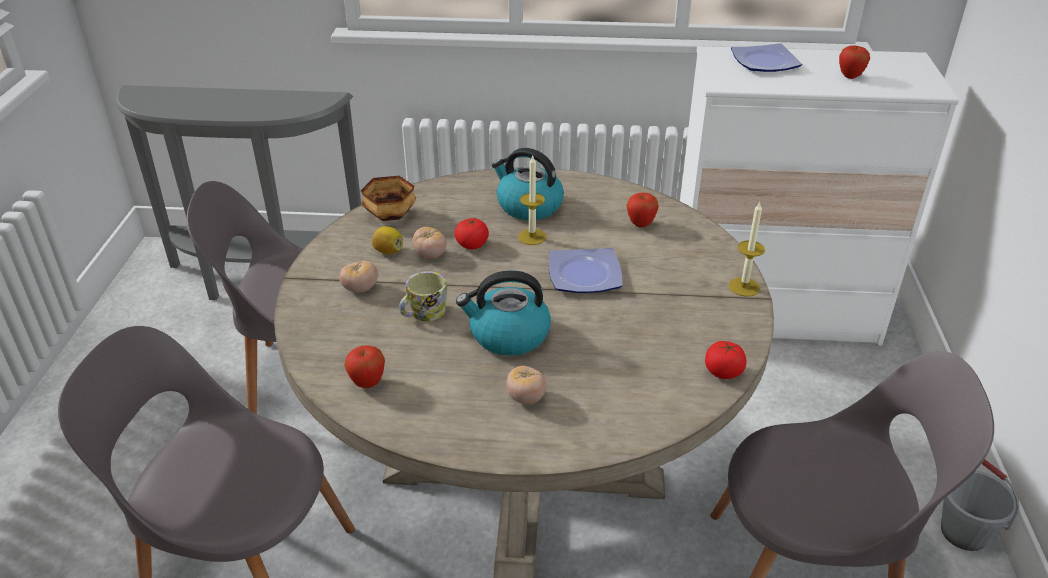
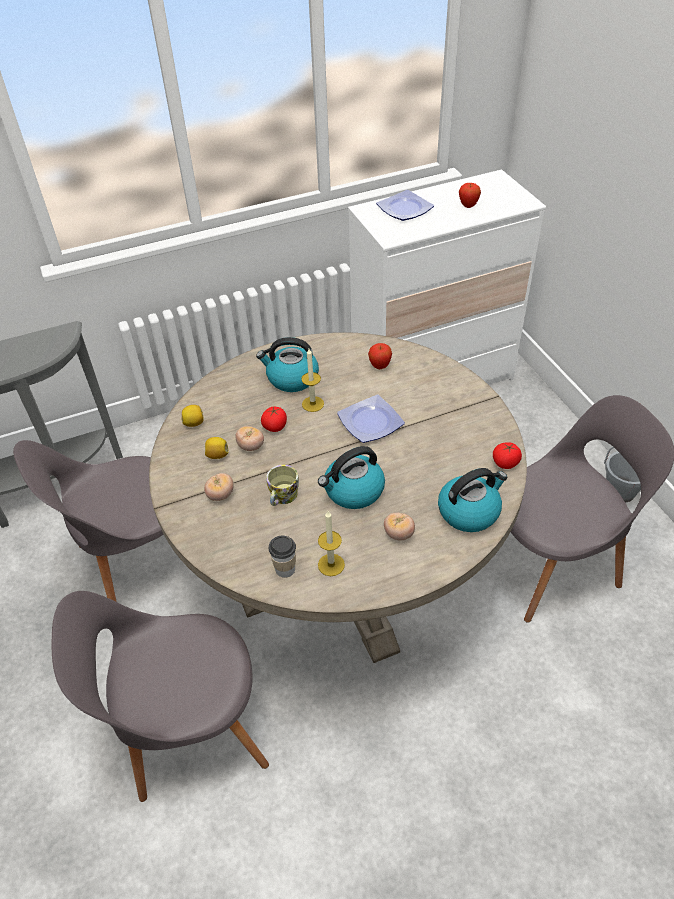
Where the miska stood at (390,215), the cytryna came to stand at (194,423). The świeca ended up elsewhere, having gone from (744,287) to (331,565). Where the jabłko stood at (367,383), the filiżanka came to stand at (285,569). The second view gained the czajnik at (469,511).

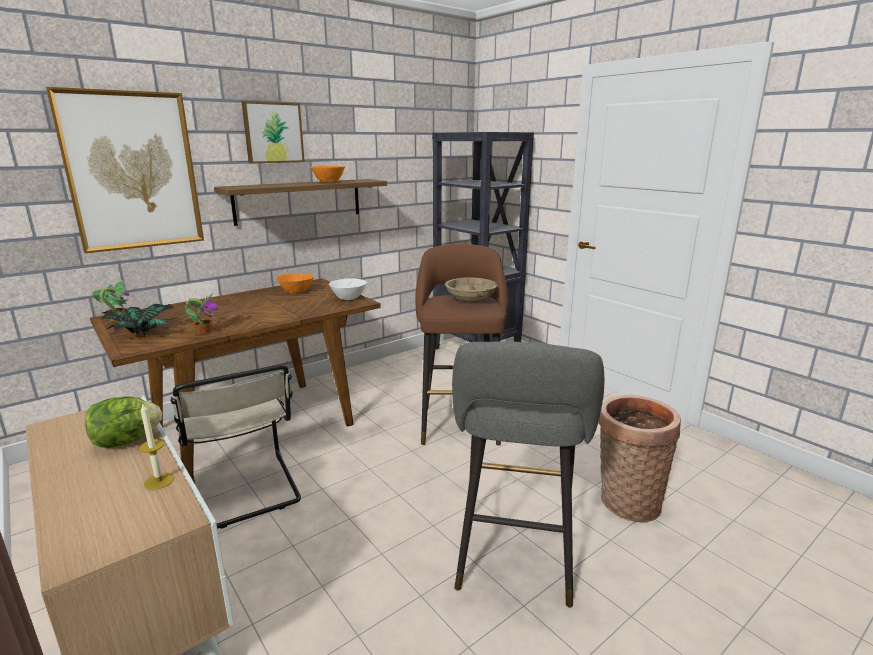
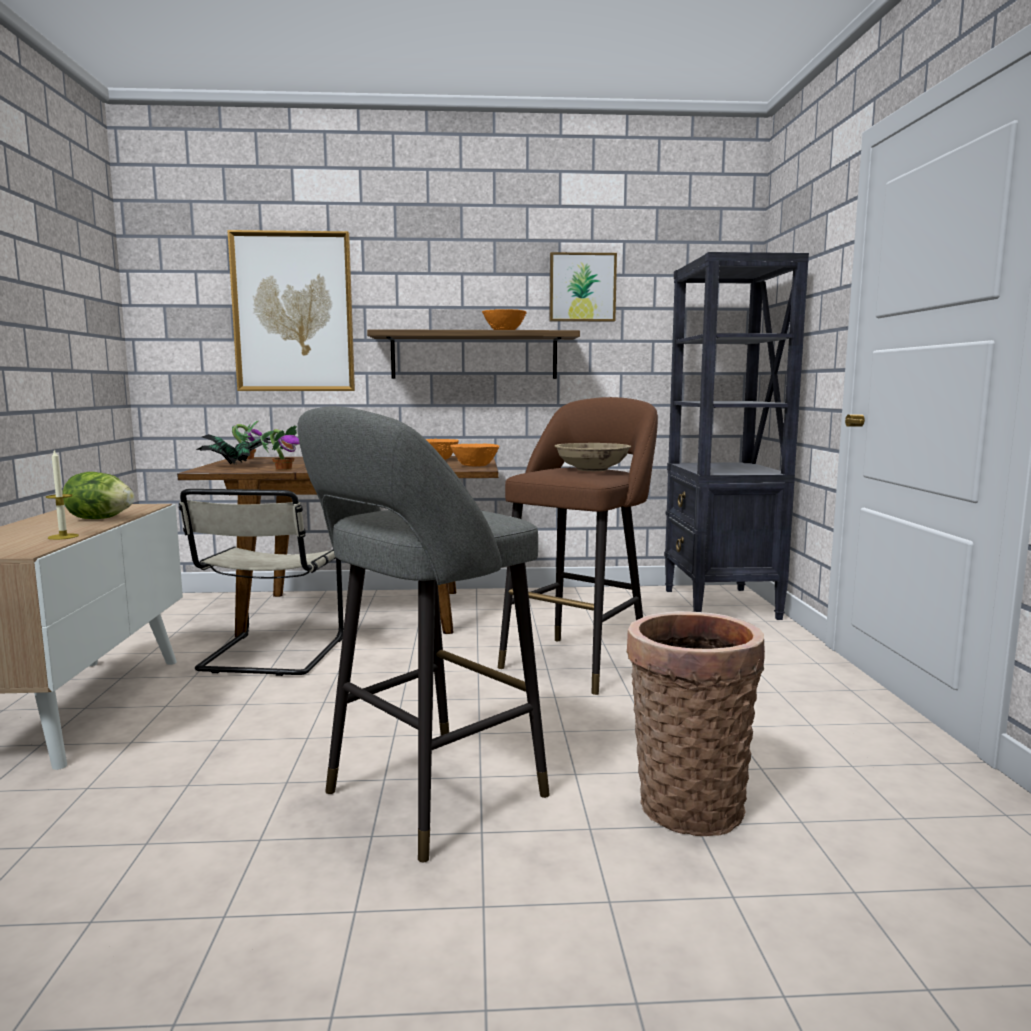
The obraz ended up elsewhere, having gone from (273,133) to (582,288). What was the miska [biały] at (348,298) turned into the miska [pomarańczowy] at (474,466).

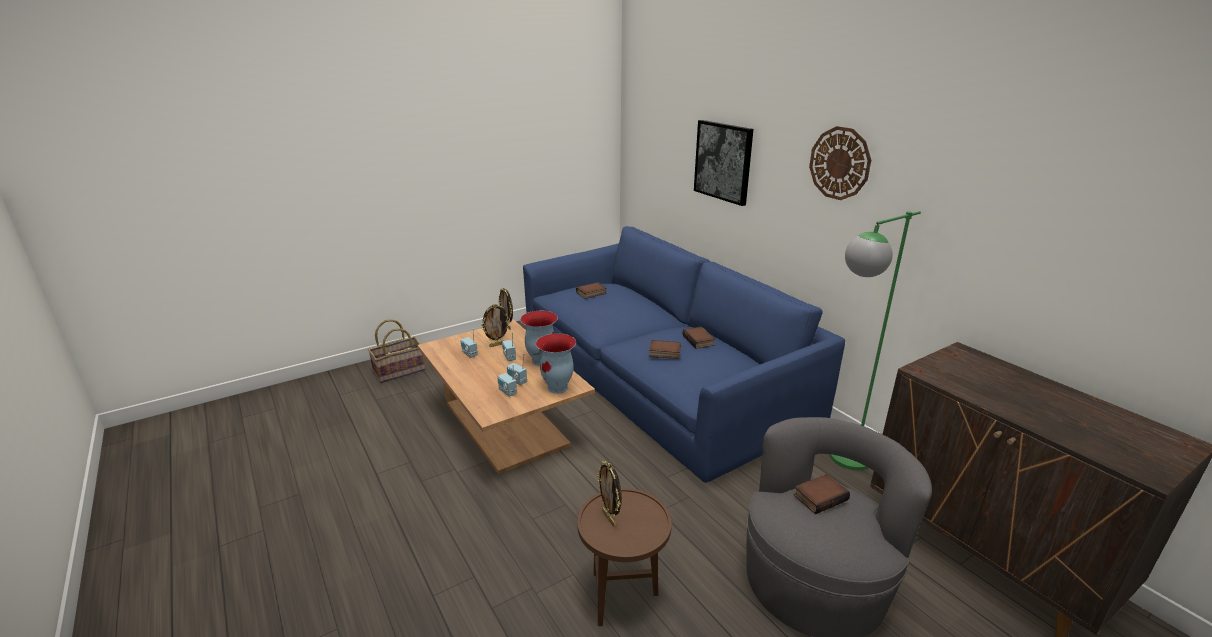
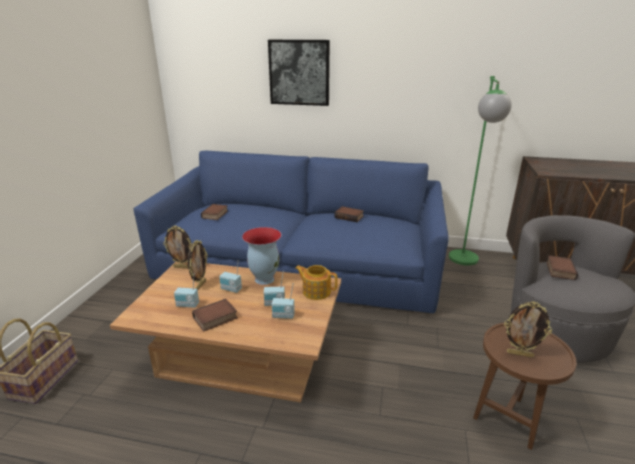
The second view lost the zegar ścienny at (839,163). Where the wazon stood at (558,388), the imbryk came to stand at (316,291). The książka ended up elsewhere, having gone from (664,353) to (215,319).

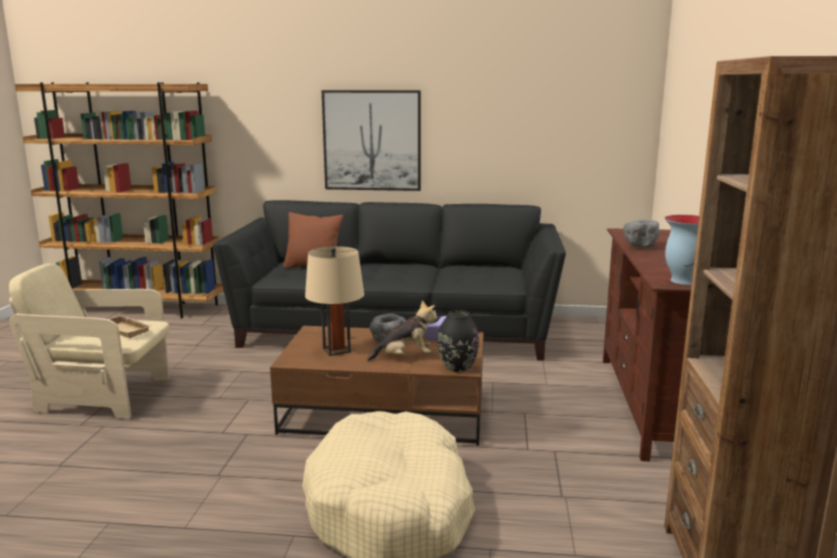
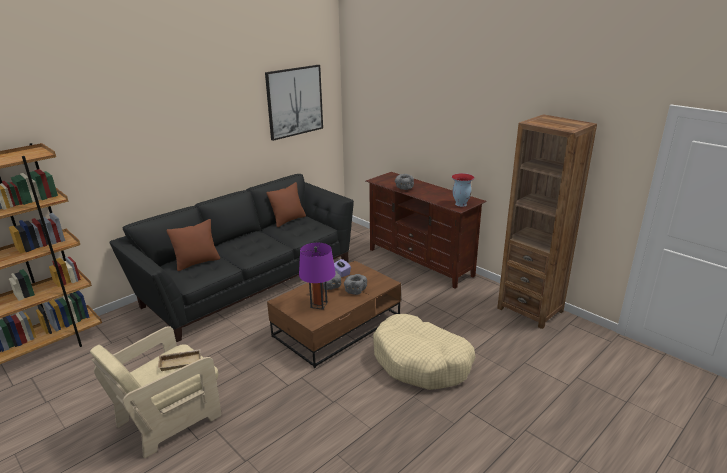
The obraz ended up elsewhere, having gone from (372,140) to (294,101). What was the lampa stołowa [beżowy] at (336,350) turned into the lampa stołowa [fioletowy] at (319,305). Where the pluszak stood at (405,357), the miska [szary] came to stand at (355,291). The second view lost the wazon [czarny] at (457,367). The second view gained the poduszka [brązowy] at (288,220).

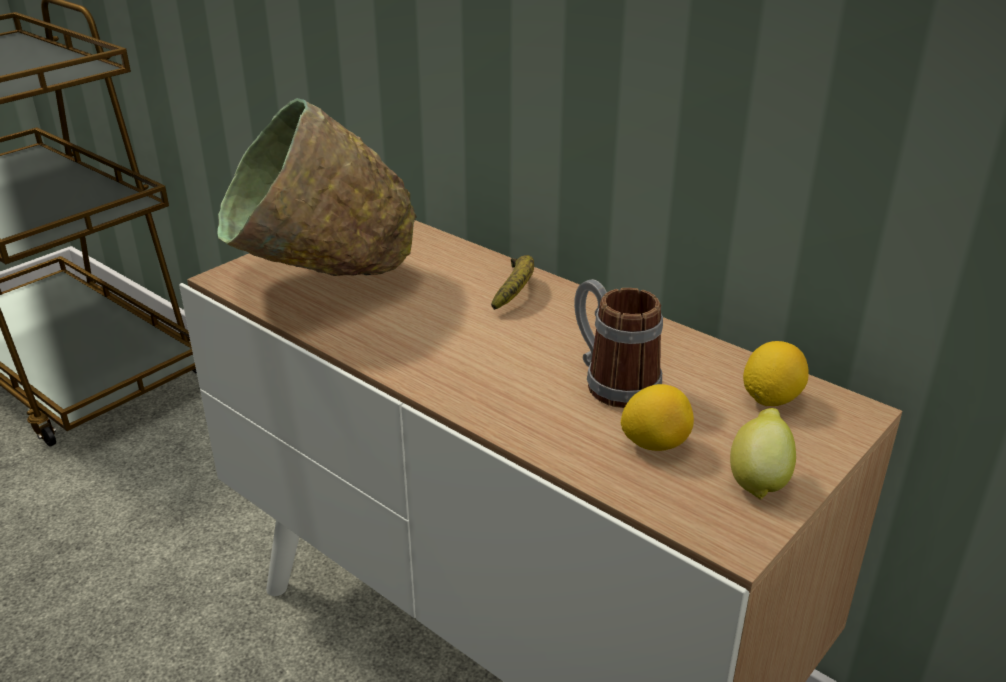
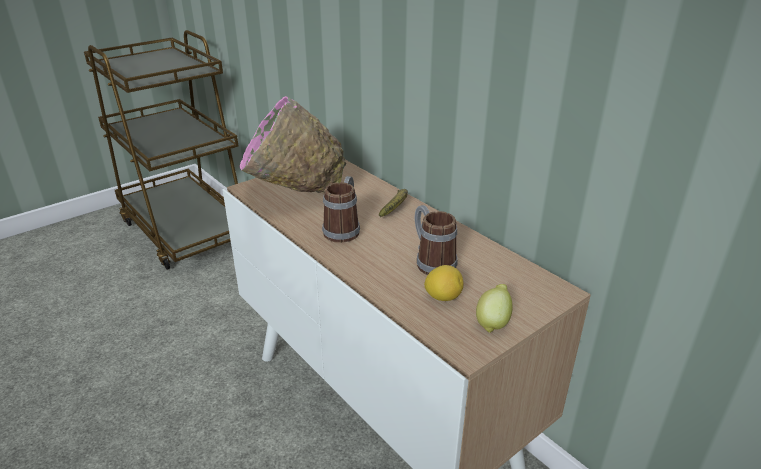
What was the miska [zielony] at (317,285) turned into the miska [różowy] at (291,196). The second view lost the cytryna at (770,399). The second view gained the kubek at (344,229).

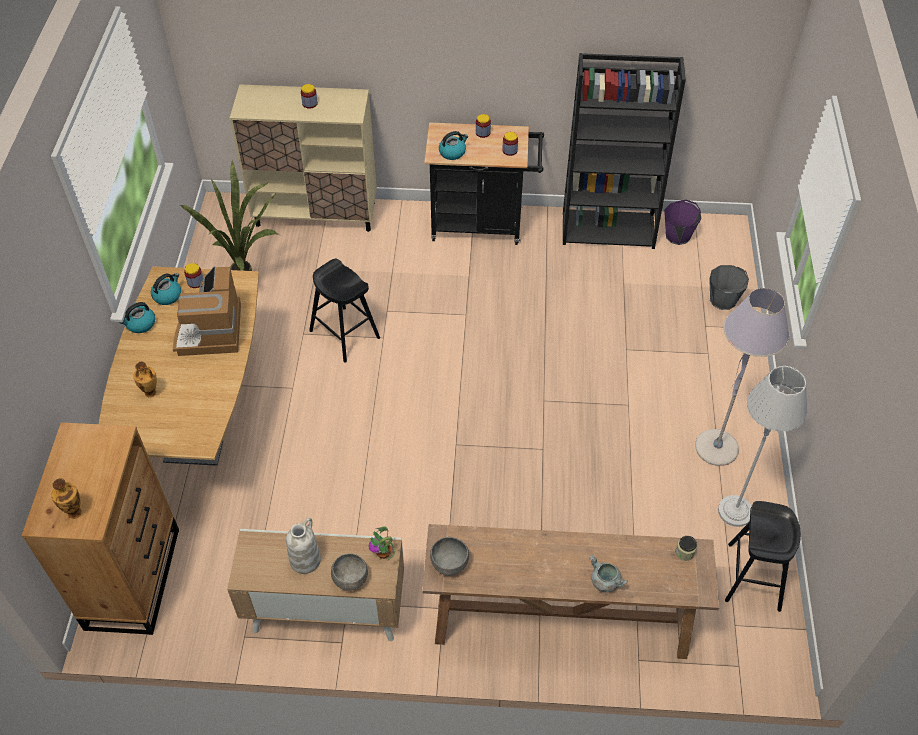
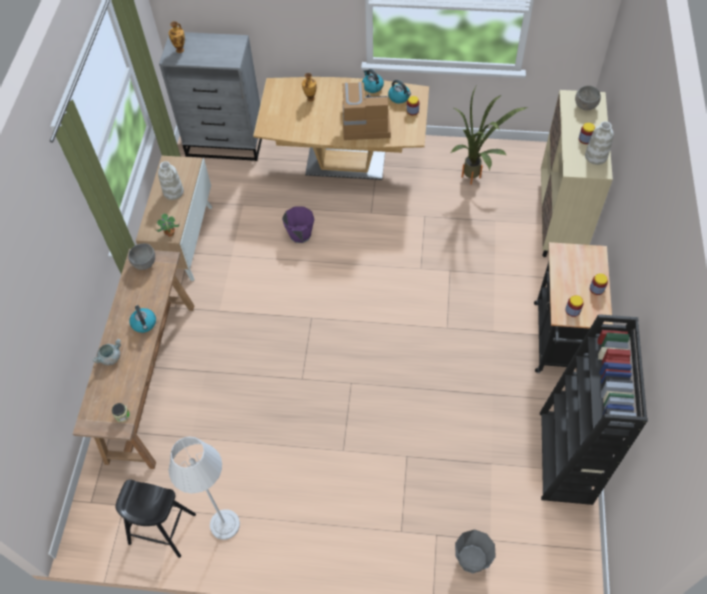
The czajnik ended up elsewhere, having gone from (452,152) to (144,323). The wiadro [fioletowy] ended up elsewhere, having gone from (678,235) to (300,234). The second view lost the stołek [czarny] at (344,334). The second view lost the lampa stojąca [szary] at (716,448). What was the komoda [brązowy] at (133,577) turned into the komoda [szary] at (226,143). The miska [szary] ended up elsewhere, having gone from (350,580) to (585,106). The second view gained the wazon [biały] at (595,157).

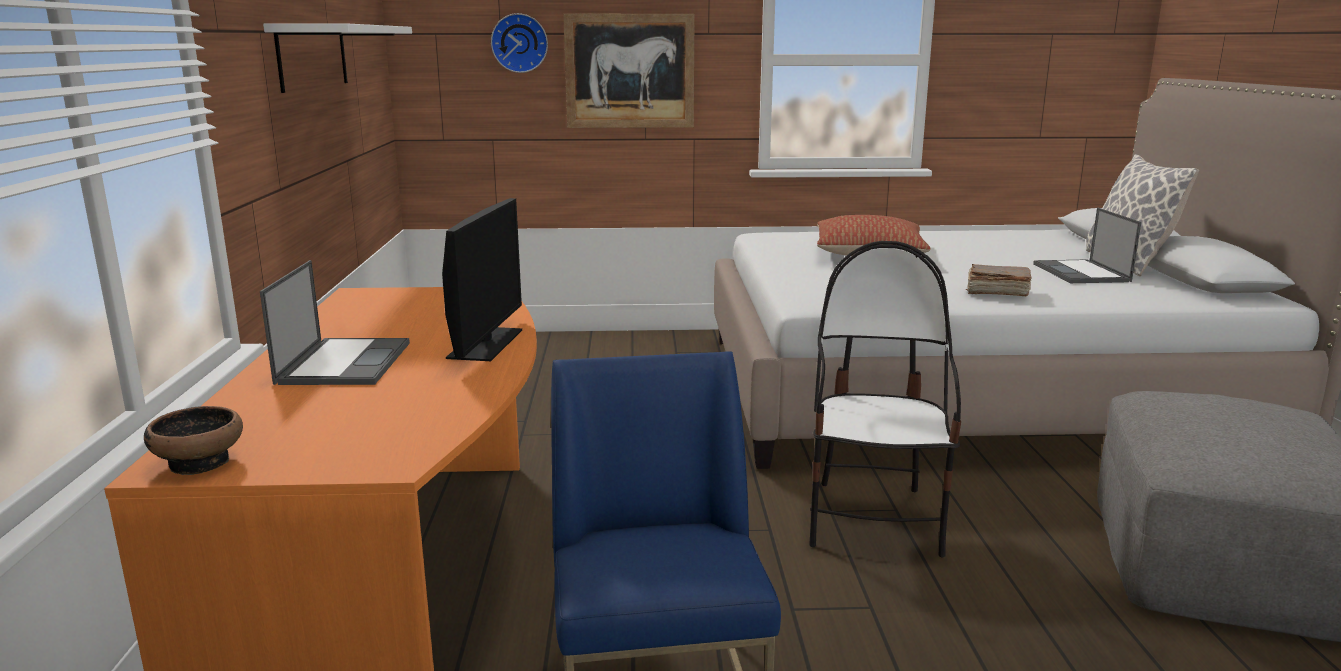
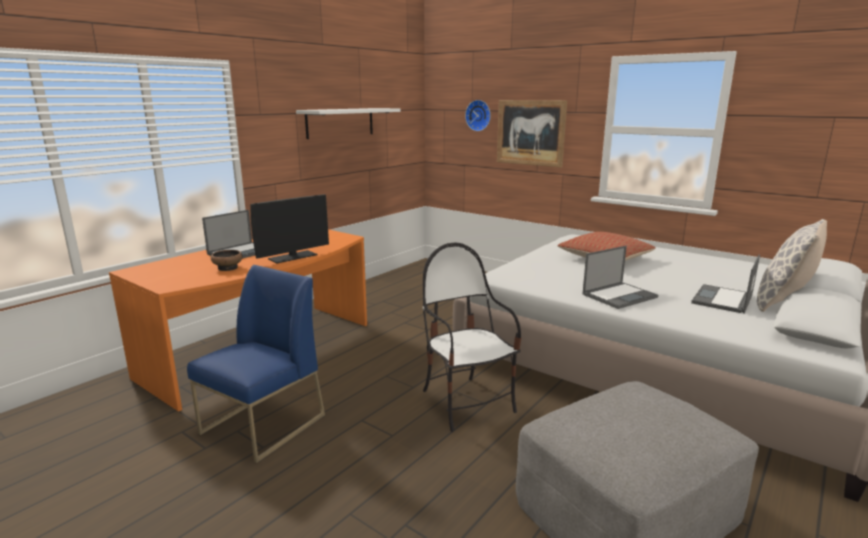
The krzesło at (874,519) ended up facing another way, 75 degrees counterclockwise from before. Where the książka [brązowy] stood at (996,292), the laptop came to stand at (620,295). The miska ended up elsewhere, having gone from (200,462) to (228,268).

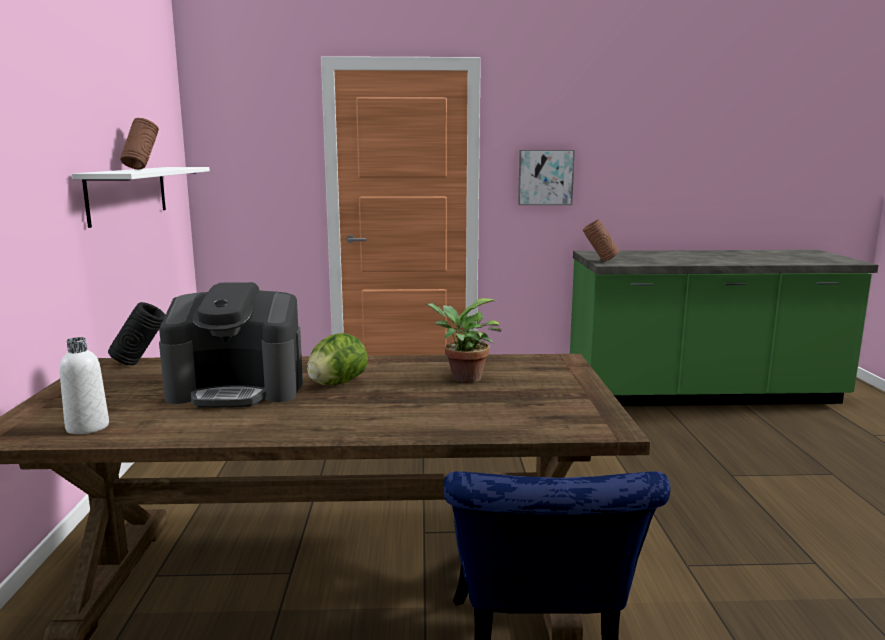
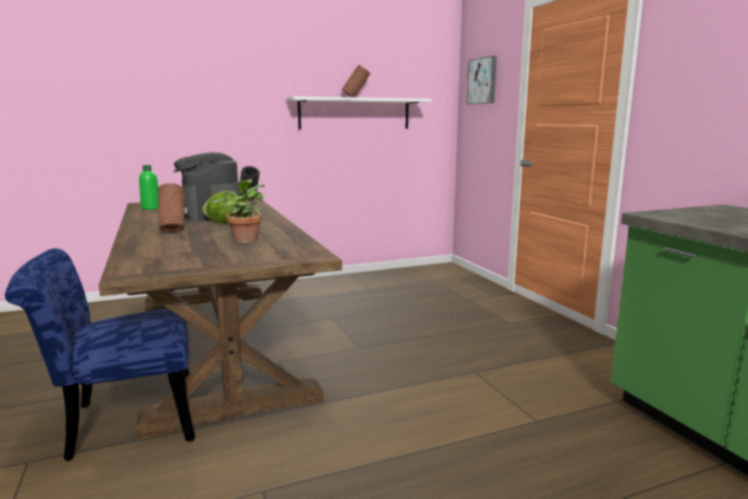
The obraz ended up elsewhere, having gone from (545,177) to (482,81). The wazon [brązowy] ended up elsewhere, having gone from (599,261) to (173,231). What was the butelka [biały] at (87,427) turned into the butelka [zielony] at (151,208).

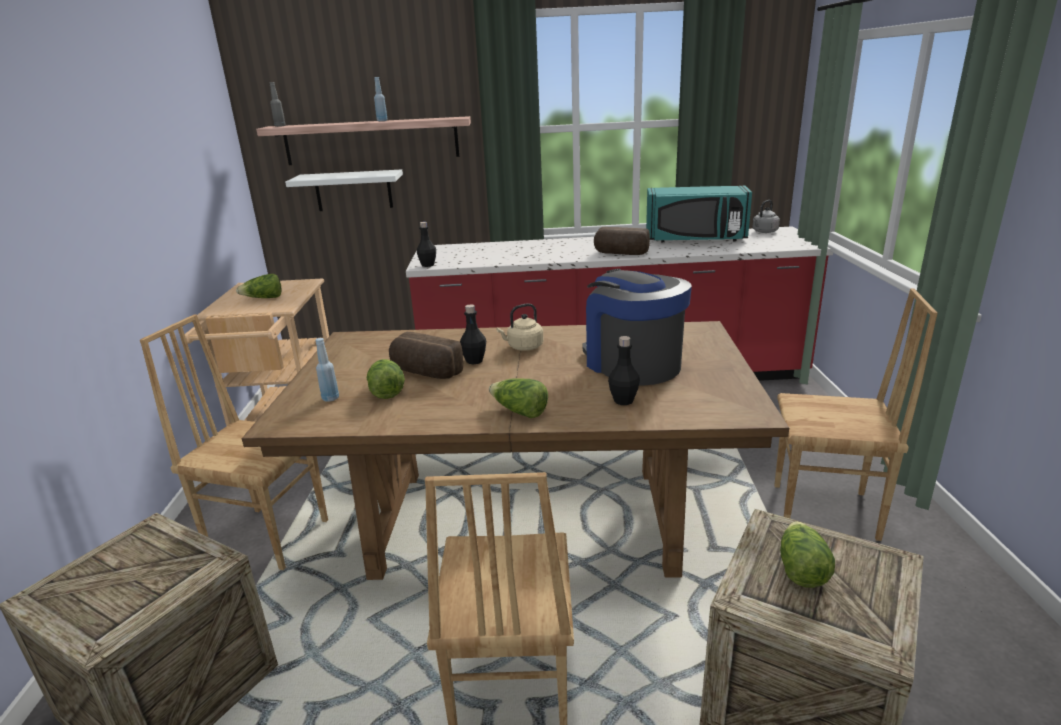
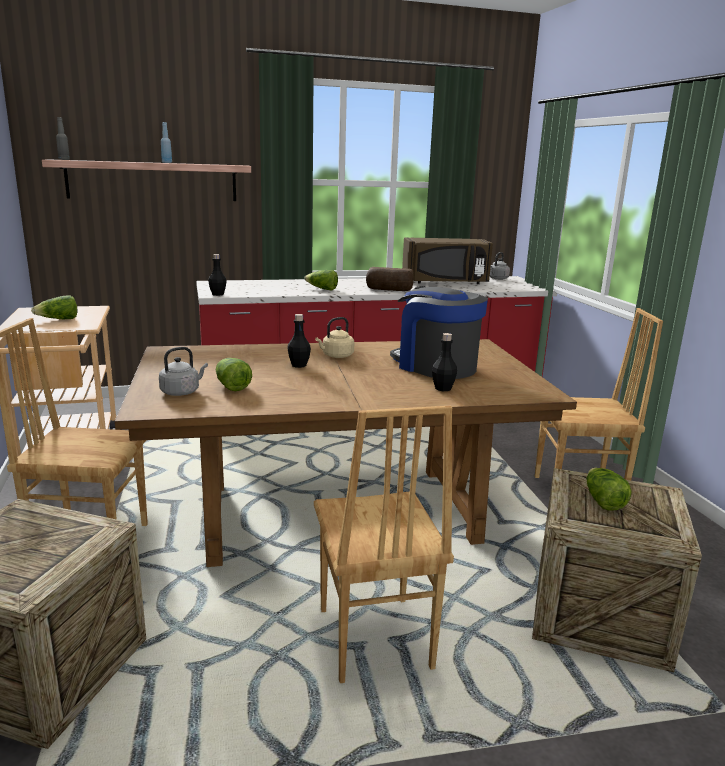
The second view lost the półka [biały] at (353,190). What was the mikrofalówka [turkusowy] at (695,239) turned into the mikrofalówka [brązowy] at (445,282). The second view lost the chleb at (425,372). Where the butelka [niebieski] stood at (330,398), the czajnik [szary] came to stand at (182,392). The sałata ended up elsewhere, having gone from (519,411) to (322,289).

